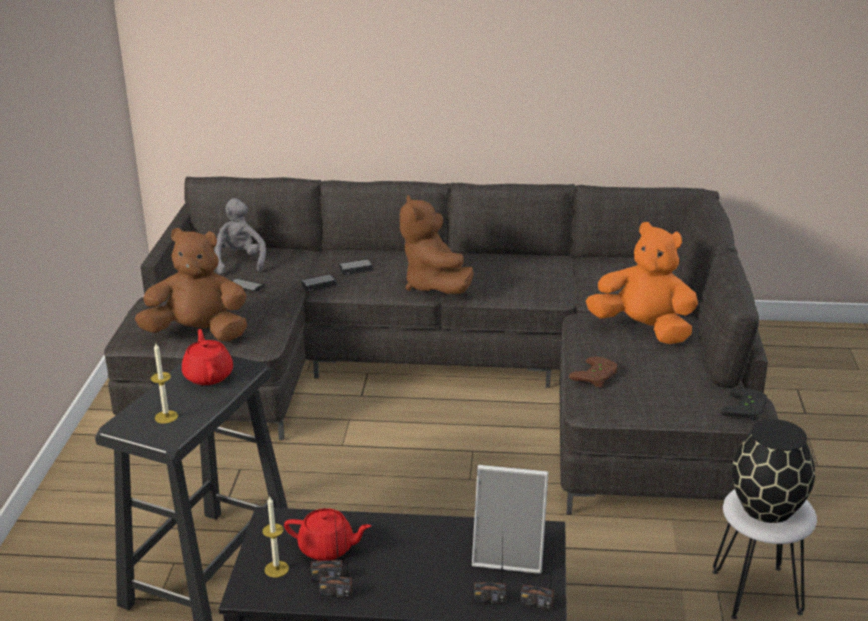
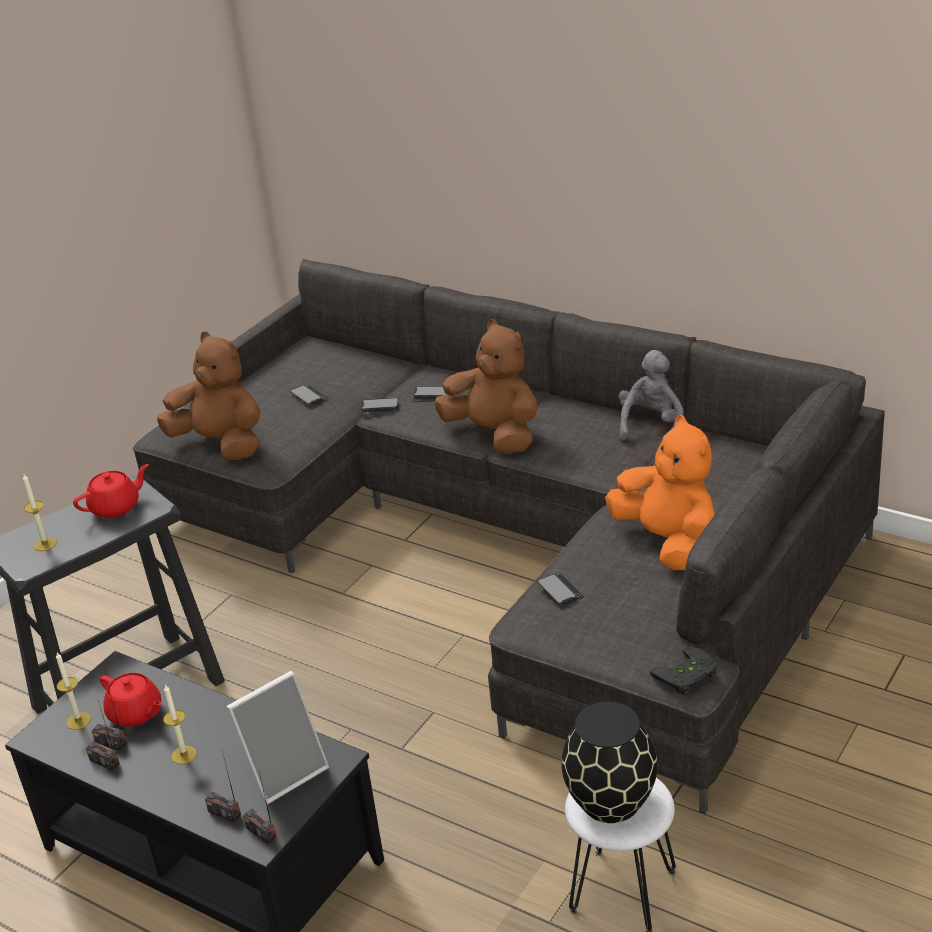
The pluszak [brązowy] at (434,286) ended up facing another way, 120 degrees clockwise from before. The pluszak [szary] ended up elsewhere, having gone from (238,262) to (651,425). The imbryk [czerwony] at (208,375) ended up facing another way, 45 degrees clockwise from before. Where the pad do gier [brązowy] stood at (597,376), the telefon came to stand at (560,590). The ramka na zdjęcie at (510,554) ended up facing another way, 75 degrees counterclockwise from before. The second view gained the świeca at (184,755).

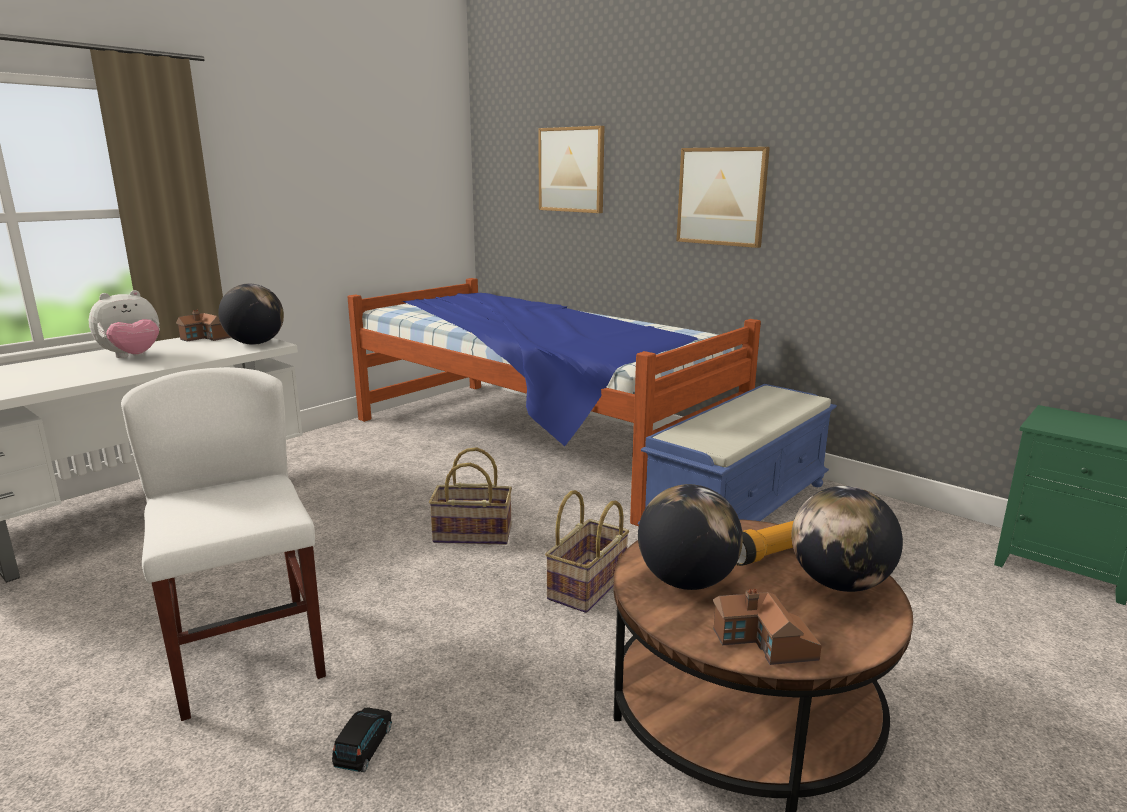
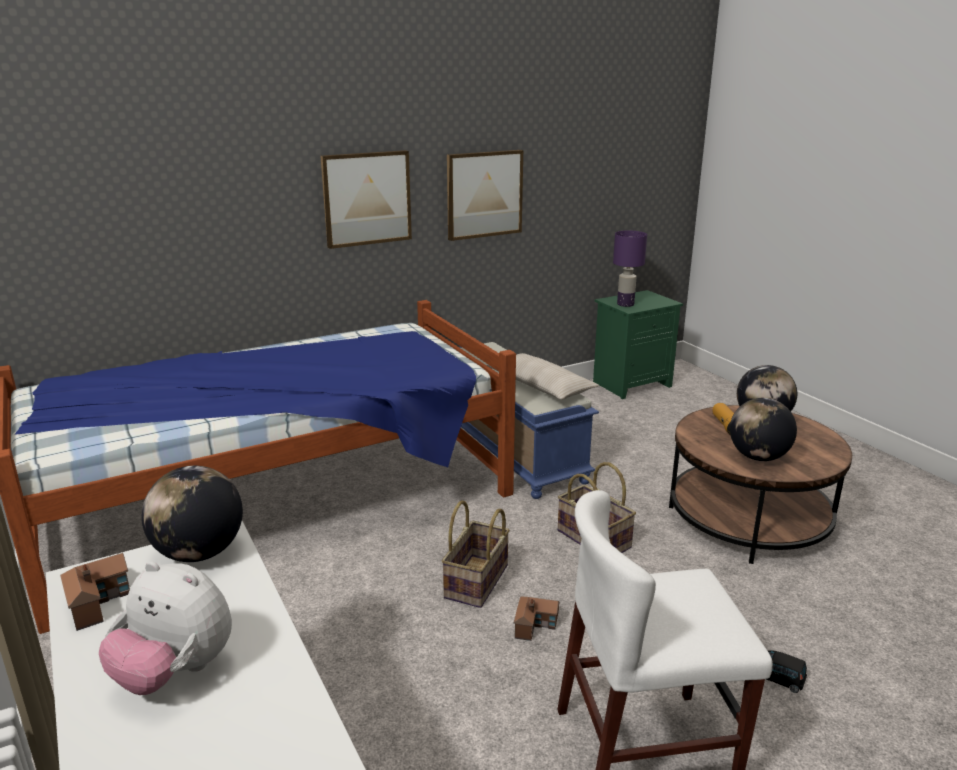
The obraz ended up elsewhere, having gone from (572,170) to (484,194). The pluszak at (133,357) ended up facing another way, 135 degrees clockwise from before. The domek ended up elsewhere, having gone from (764,643) to (536,623). The second view gained the lampa stołowa [fioletowy] at (625,304). The second view gained the poduszka [beżowy] at (540,387).

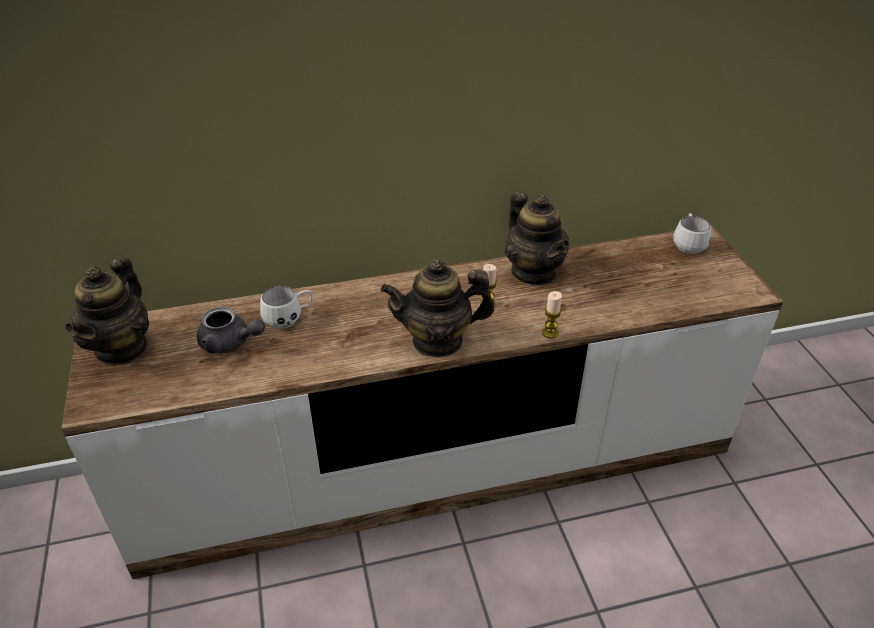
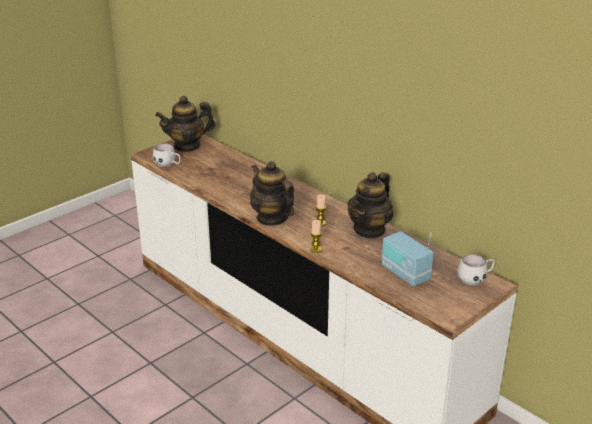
The kubek [biały] ended up elsewhere, having gone from (289,319) to (168,165). The second view lost the imbryk [szary] at (230,343). The second view gained the radio at (405,274).

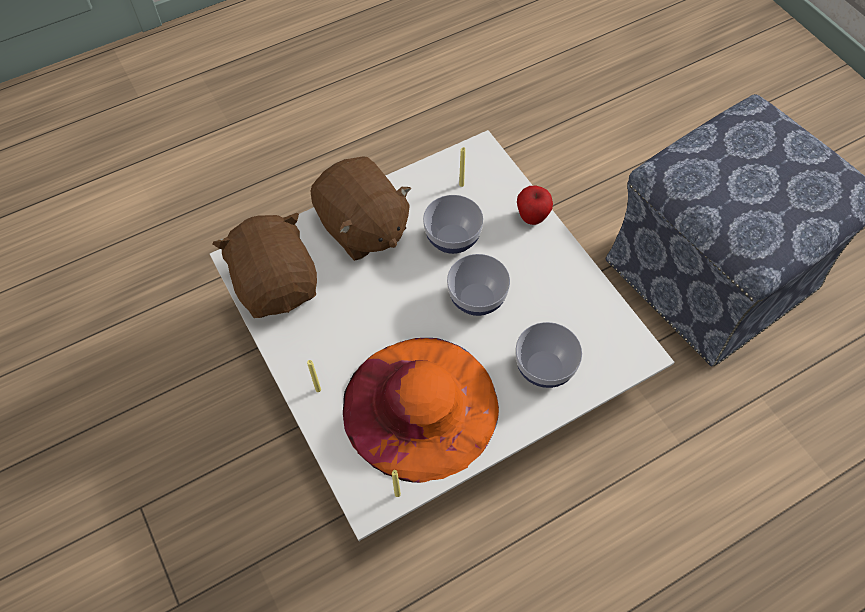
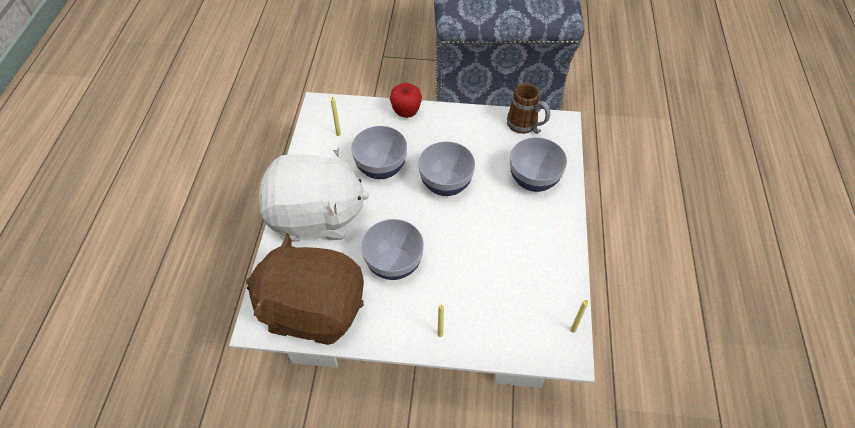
What was the pluszak [brązowy] at (362,228) turned into the pluszak [biały] at (316,217). The second view lost the kapelusz [pomarańczowy] at (420,406). The second view gained the kubek at (526,127). The second view gained the miska at (394,263).

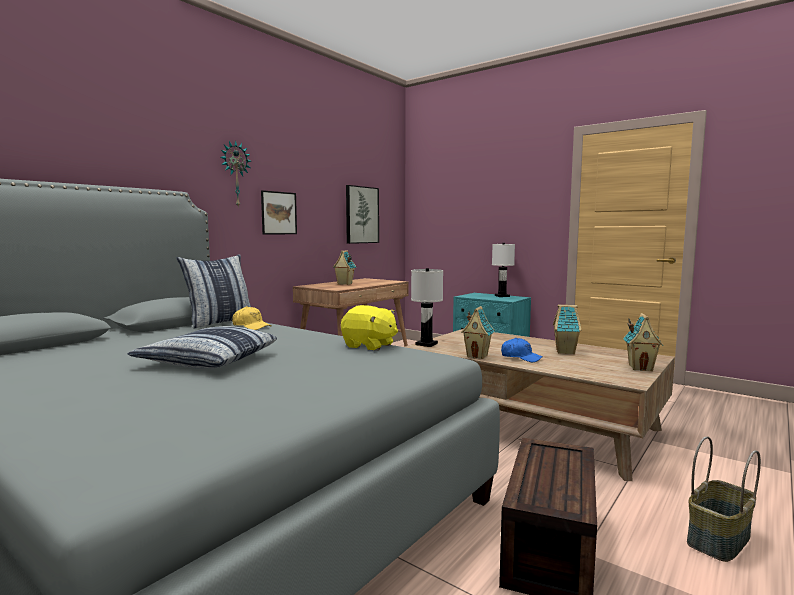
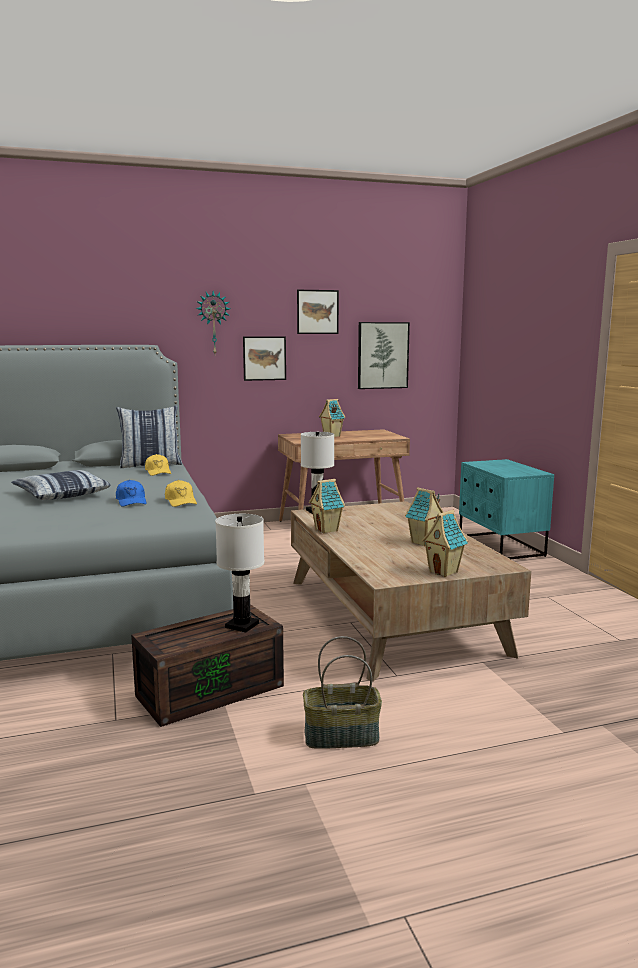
The lampa stołowa [biały] ended up elsewhere, having gone from (501,296) to (242,625). Where the pluszak [żółty] stood at (369,346), the czapka z daszkiem [żółty] came to stand at (181,501). The czapka z daszkiem [niebieski] ended up elsewhere, having gone from (520,357) to (131,501). The second view gained the obraz at (317,312).

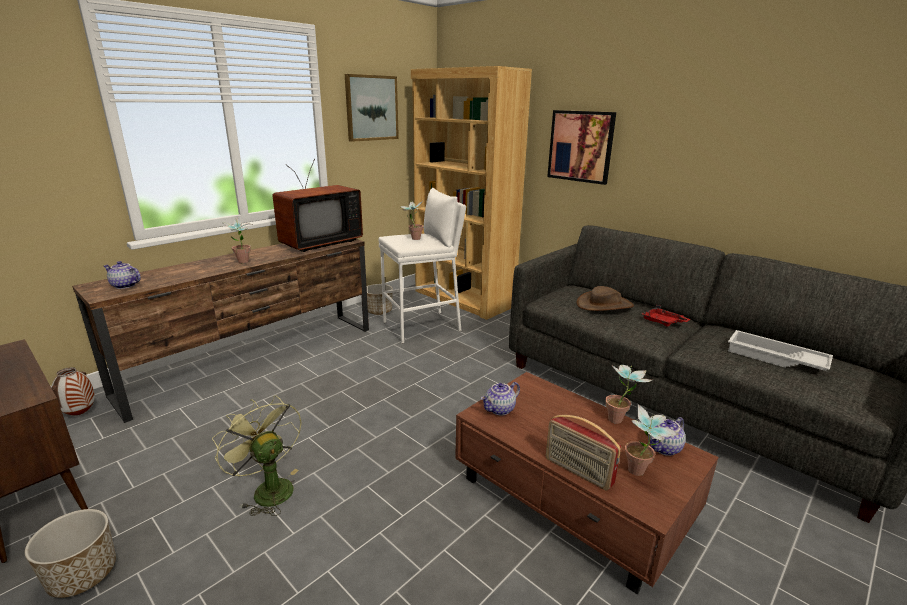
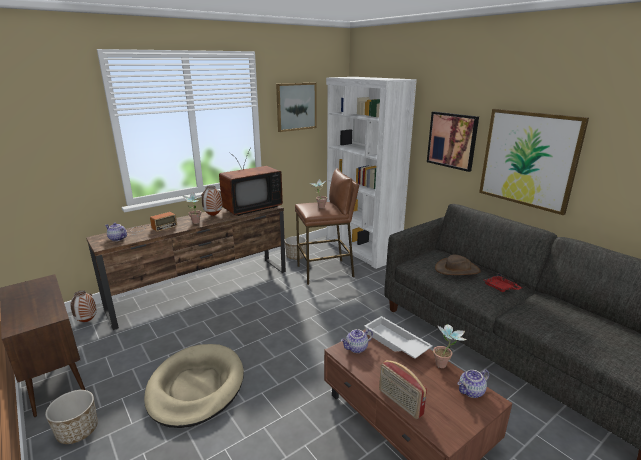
What was the regał [brązowy] at (463,299) turned into the regał [biały] at (361,250). What was the stołek [biały] at (422,326) turned into the stołek [brązowy] at (325,271). The taca [biały] ended up elsewhere, having gone from (774,358) to (395,342). Where the wentylator [zielony] stood at (268,489), the legowisko [beżowy] came to stand at (196,387). The second view lost the roślina doniczkowa at (640,474). The second view gained the obraz at (528,159). The second view gained the wazon at (213,216). The second view gained the radio at (149,228).

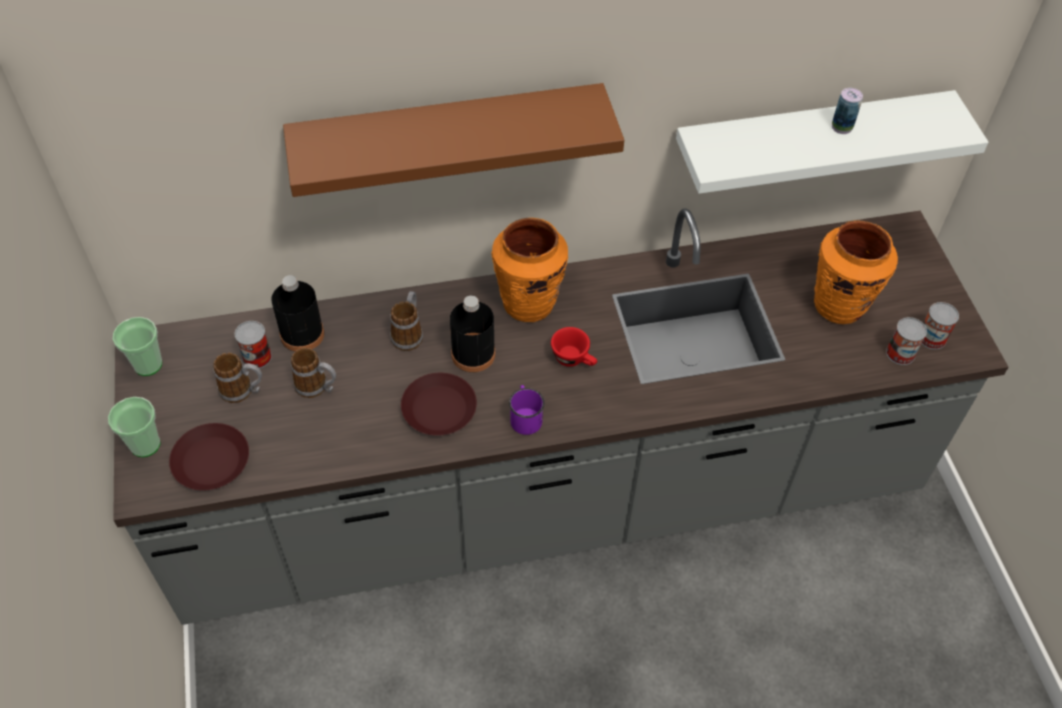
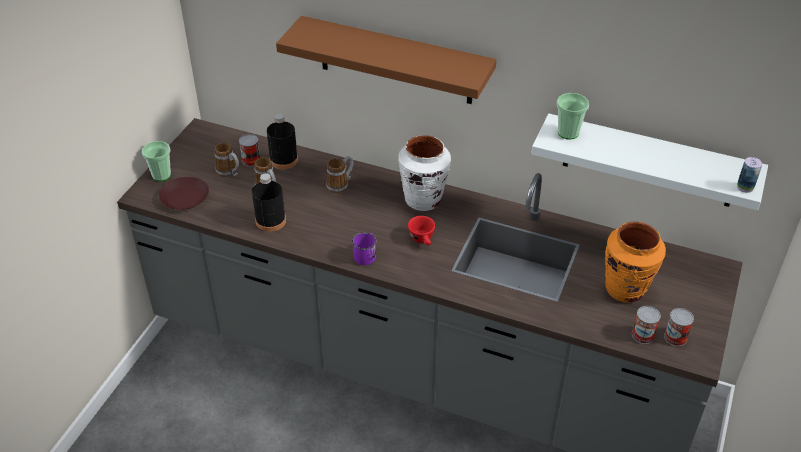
The puszka ended up elsewhere, having gone from (842,127) to (745,187). What was the wazon [pomarańczowy] at (528,303) turned into the wazon [biały] at (423,200). The butelka [czarny] ended up elsewhere, having gone from (473,354) to (270,221). The filiżanka ended up elsewhere, having gone from (148,364) to (568,133). The second view lost the talerz [brązowy] at (438,409).

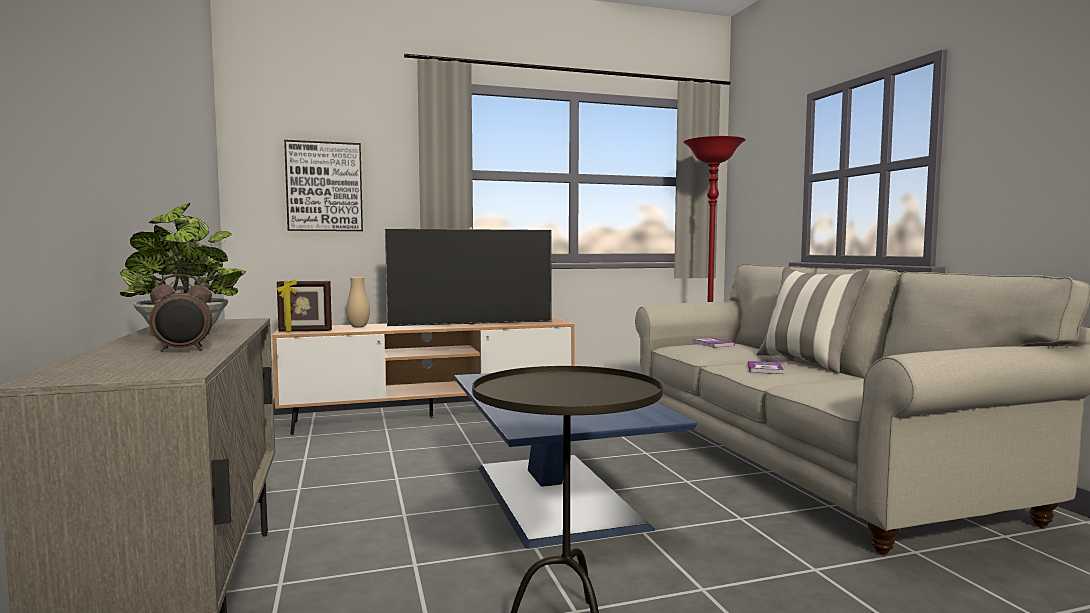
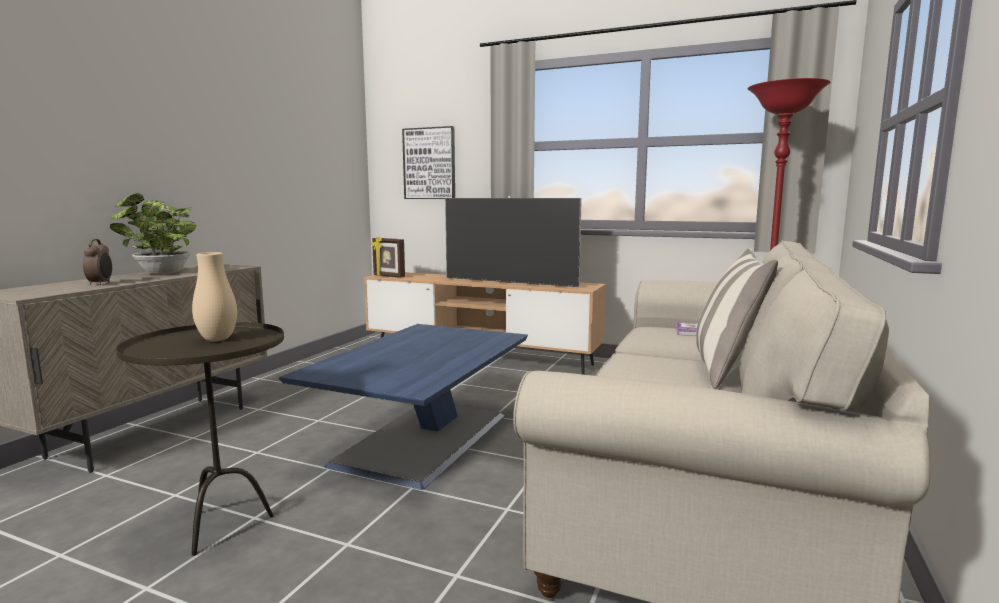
The budzik at (183,350) ended up facing another way, 120 degrees counterclockwise from before. The wazon [beżowy] ended up elsewhere, having gone from (358,327) to (217,339). The second view lost the książka at (765,369).

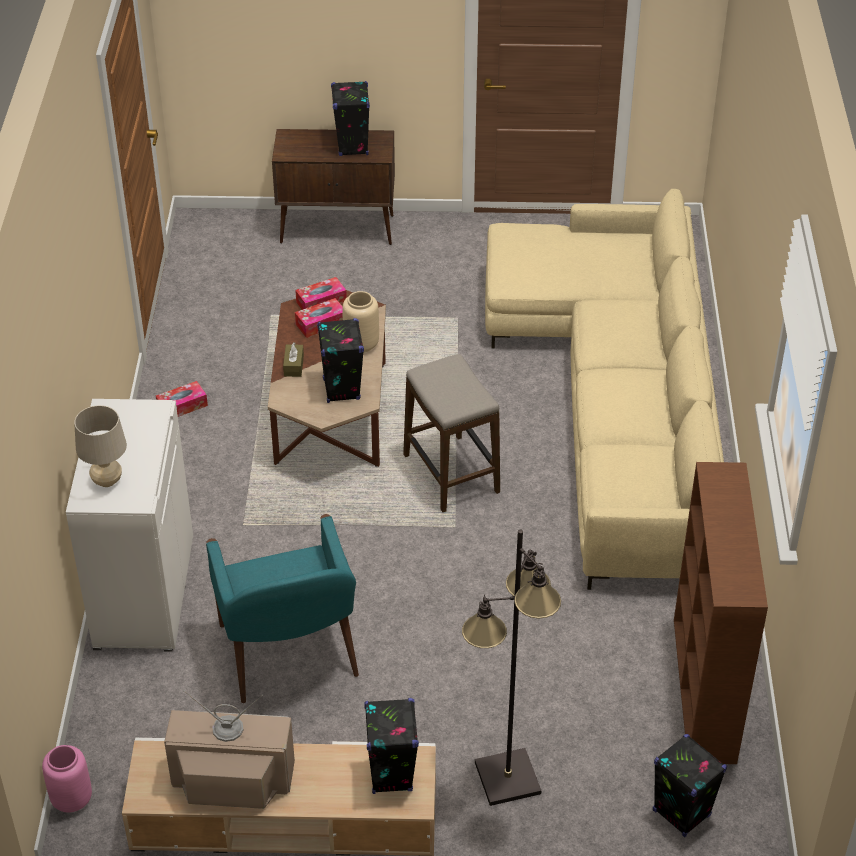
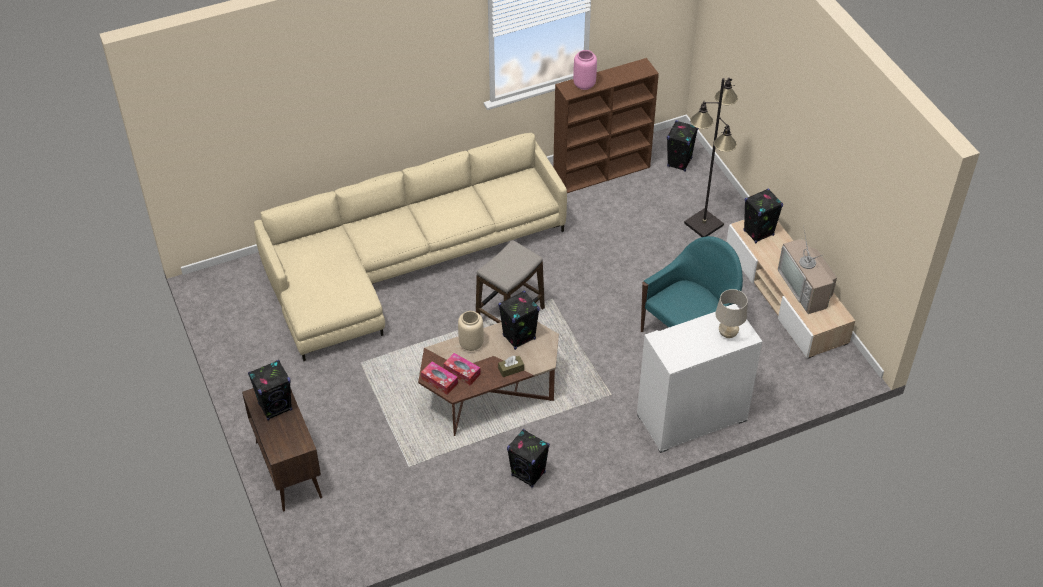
Where the pudełko chusteczek stood at (182,406), the głośnik [czarny] came to stand at (528,474). The wazon [różowy] ended up elsewhere, having gone from (72,799) to (584,84).

